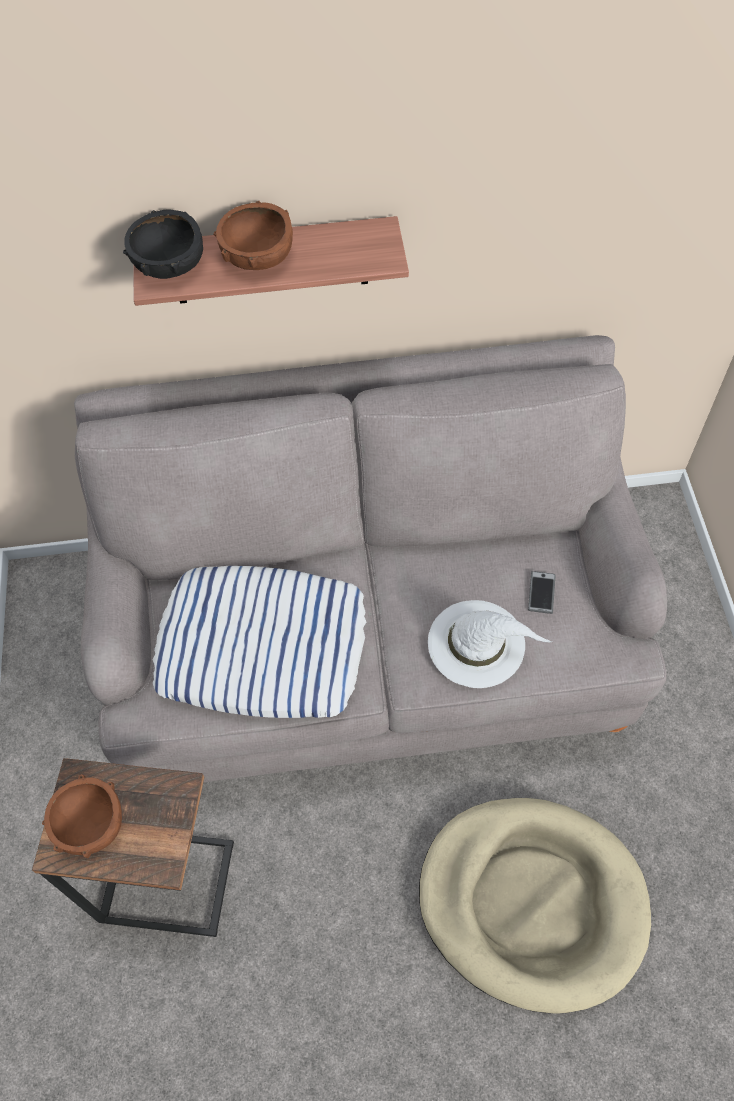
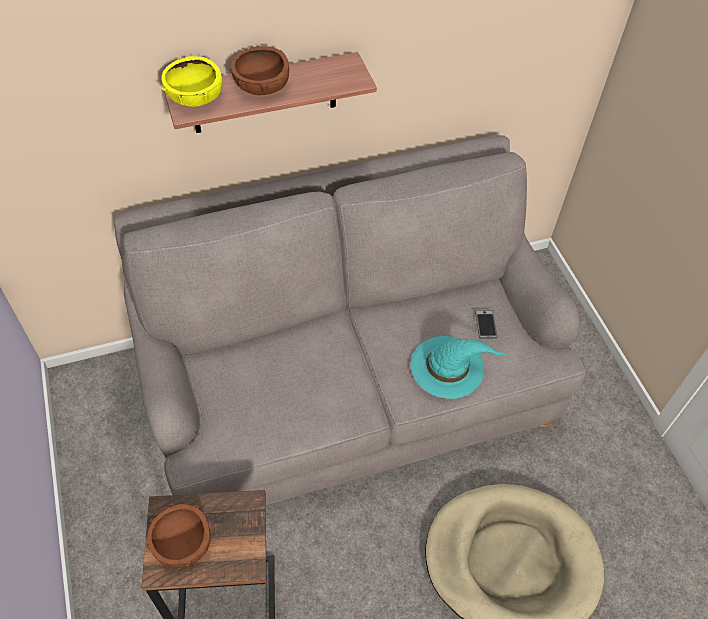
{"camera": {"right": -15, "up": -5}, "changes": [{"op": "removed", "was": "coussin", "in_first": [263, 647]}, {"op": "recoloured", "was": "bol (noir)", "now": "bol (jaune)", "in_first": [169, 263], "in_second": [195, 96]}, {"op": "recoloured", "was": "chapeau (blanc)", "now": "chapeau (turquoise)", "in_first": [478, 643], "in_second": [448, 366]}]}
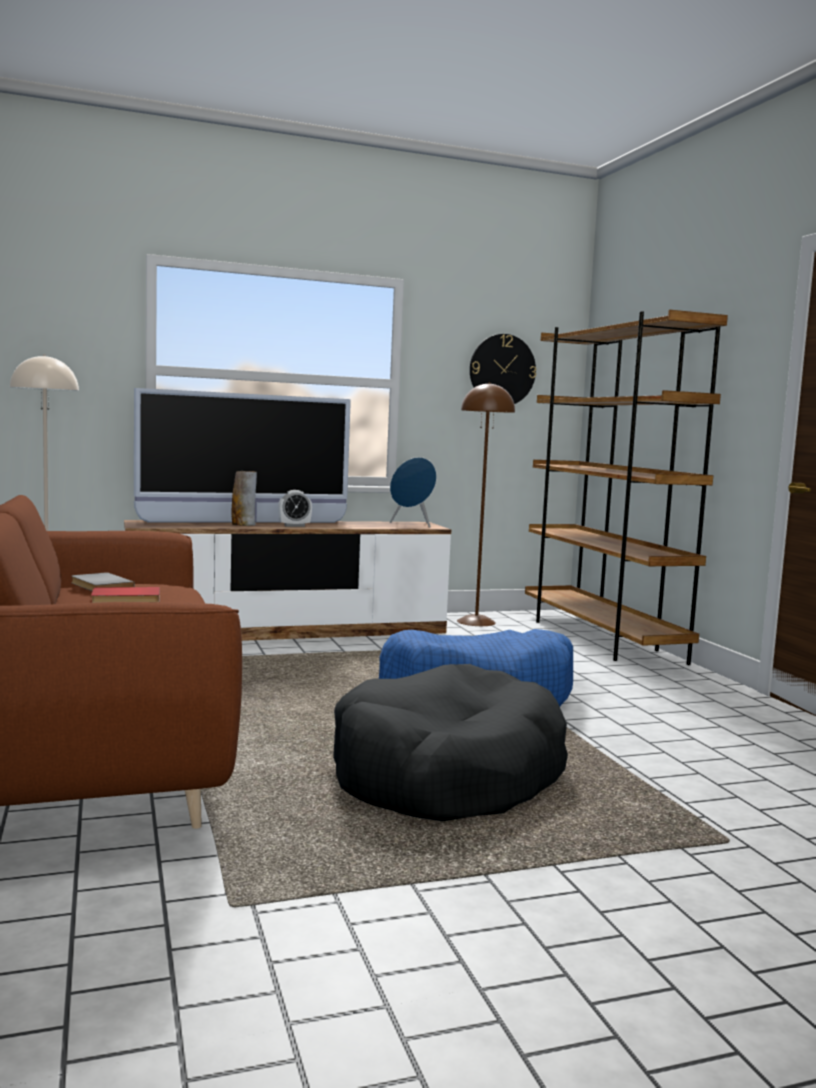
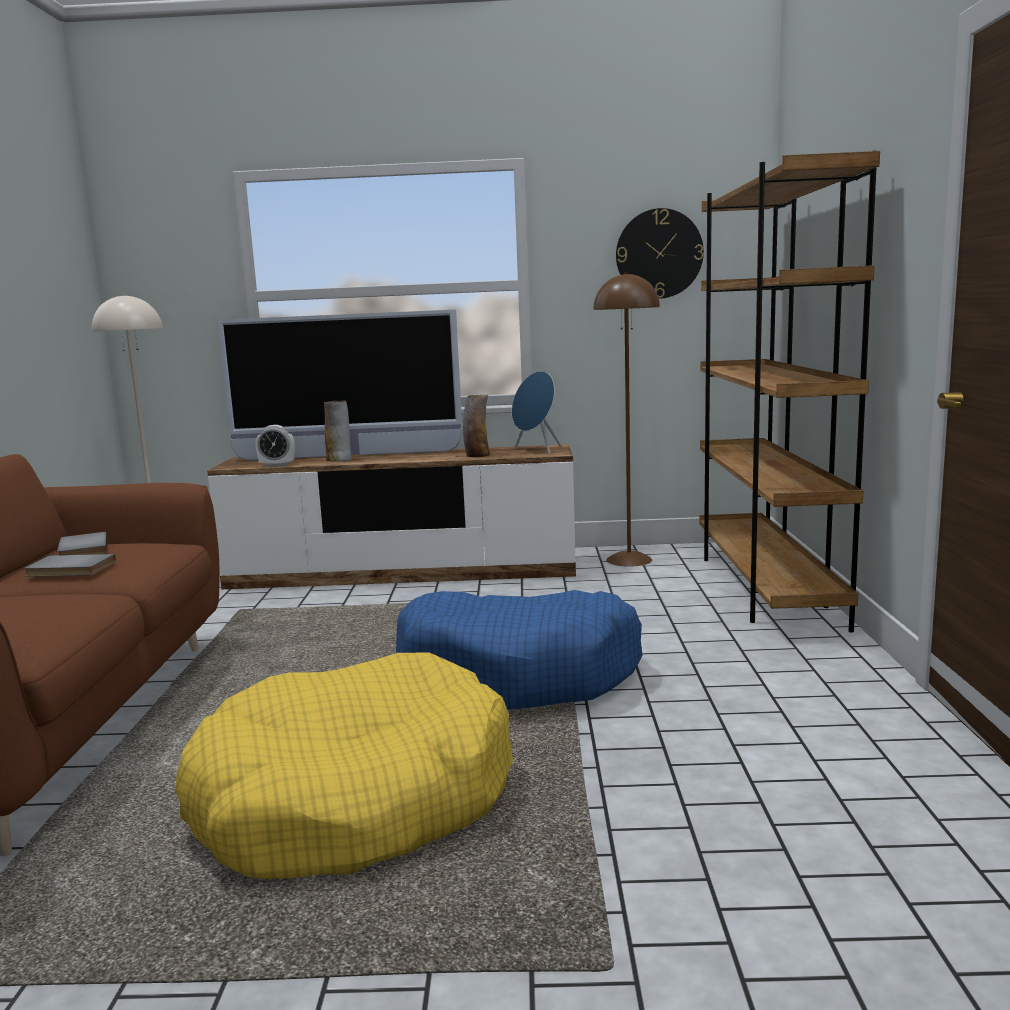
{"camera": {"right": 20, "up": 5}, "changes": [{"op": "added", "now": "vase", "in_second": [477, 455]}, {"op": "moved", "was": "réveil", "in_first": [294, 526], "in_second": [277, 465]}, {"op": "recoloured", "was": "livre (rouge)", "now": "livre (gris)", "in_first": [126, 599], "in_second": [69, 569]}, {"op": "recoloured", "was": "panier pour chien (noir)", "now": "panier pour chien (jaune)", "in_first": [447, 774], "in_second": [354, 799]}]}
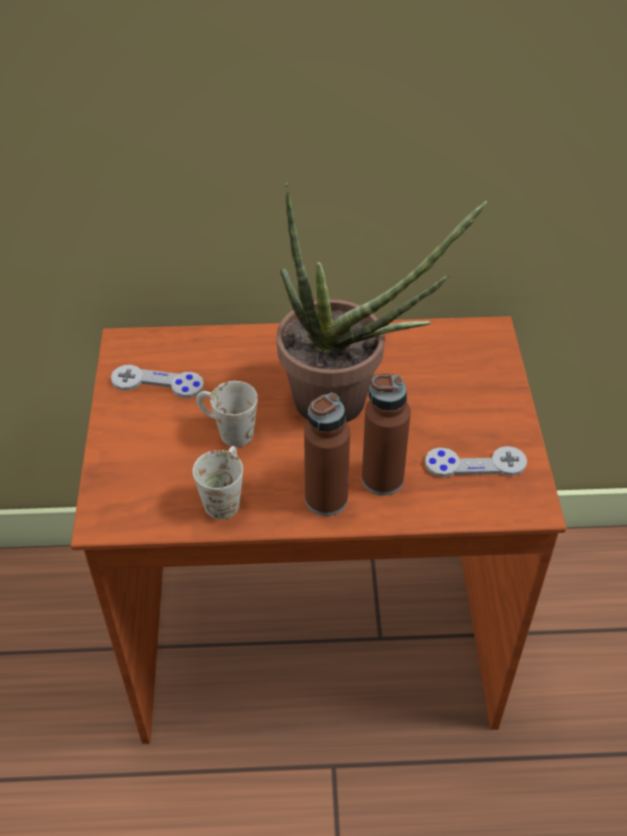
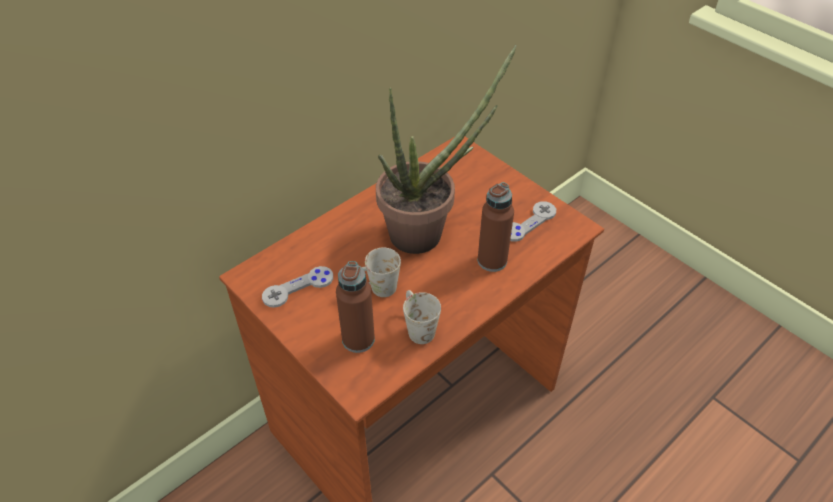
{"camera": {"right": -40, "up": 0}, "changes": [{"op": "moved", "was": "bouteille (marron)", "in_first": [326, 499], "in_second": [358, 339]}]}
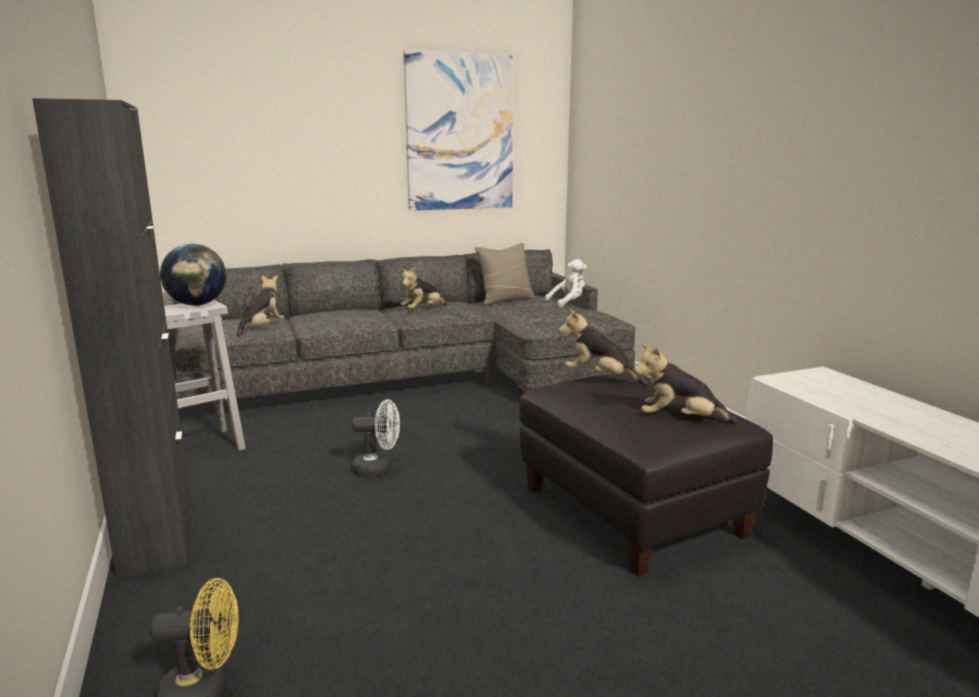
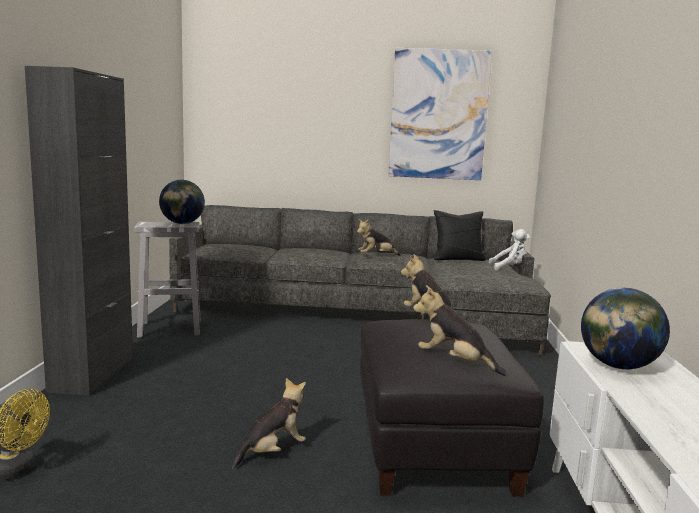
{"camera": {"right": 25, "up": -5}, "changes": [{"op": "removed", "was": "ventilateur (blanc)", "in_first": [378, 469]}, {"op": "added", "now": "globe", "in_second": [618, 366]}, {"op": "moved", "was": "peluche", "in_first": [261, 328], "in_second": [272, 451]}, {"op": "recoloured", "was": "coussin (beige)", "now": "coussin (noir)", "in_first": [505, 300], "in_second": [457, 259]}]}
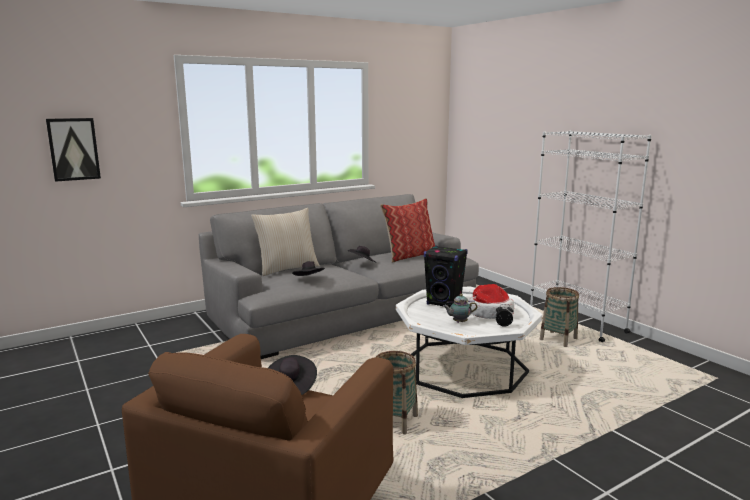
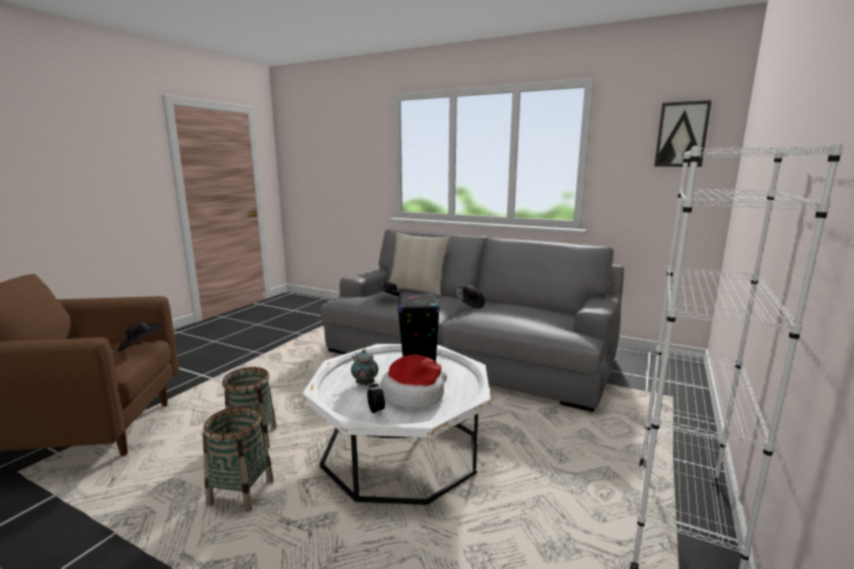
{"camera": {"right": 60, "up": 0}, "changes": [{"op": "removed", "was": "coussin", "in_first": [409, 256]}, {"op": "moved", "was": "tableau", "in_first": [73, 149], "in_second": [681, 134]}, {"op": "moved", "was": "panier", "in_first": [558, 339], "in_second": [241, 493]}]}
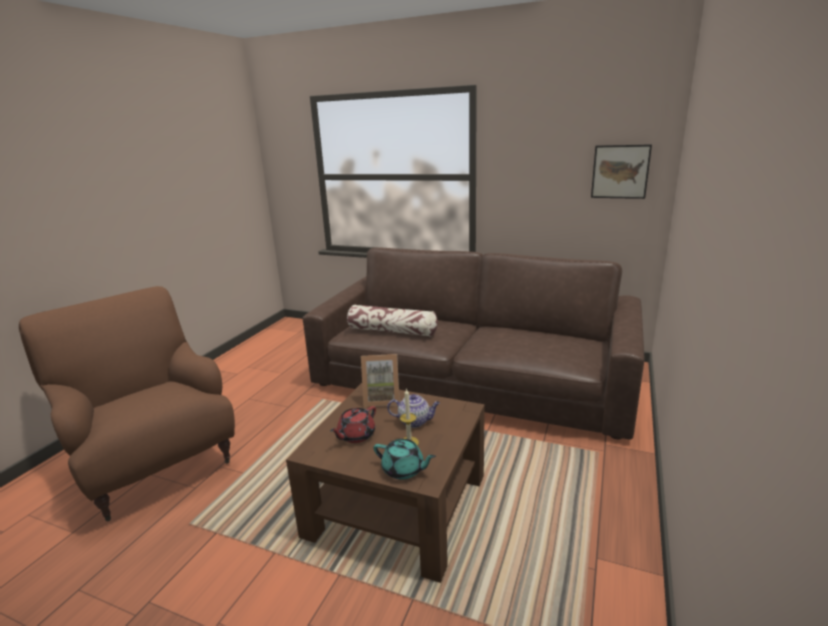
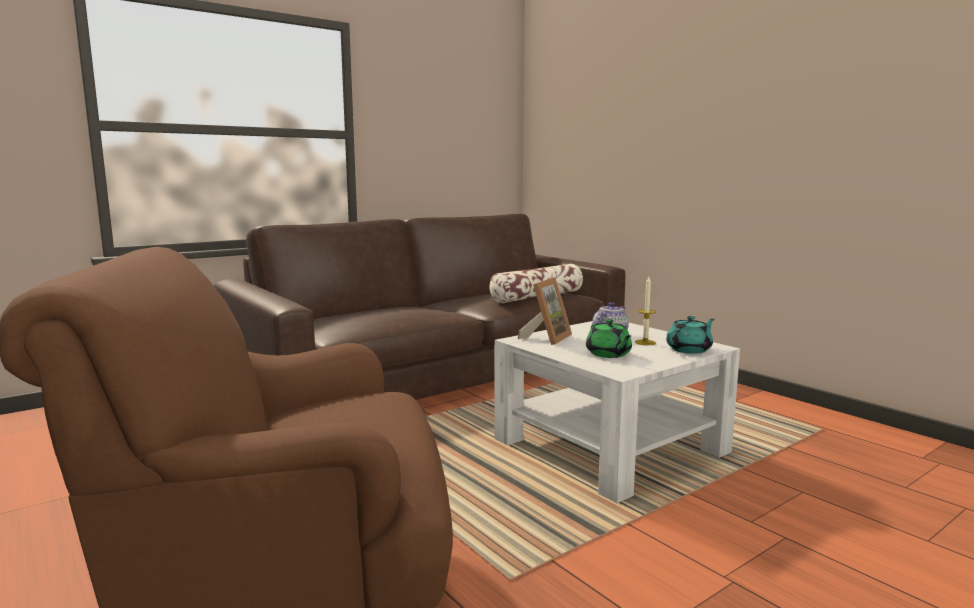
{"camera": {"right": -60, "up": -10}, "changes": [{"op": "removed", "was": "tableau", "in_first": [620, 171]}, {"op": "moved", "was": "coussin", "in_first": [392, 331], "in_second": [537, 296]}, {"op": "recoloured", "was": "table basse (marron)", "now": "table basse (blanc)", "in_first": [397, 505], "in_second": [610, 446]}, {"op": "recoloured", "was": "théière (rouge)", "now": "théière (vert)", "in_first": [355, 435], "in_second": [608, 354]}]}
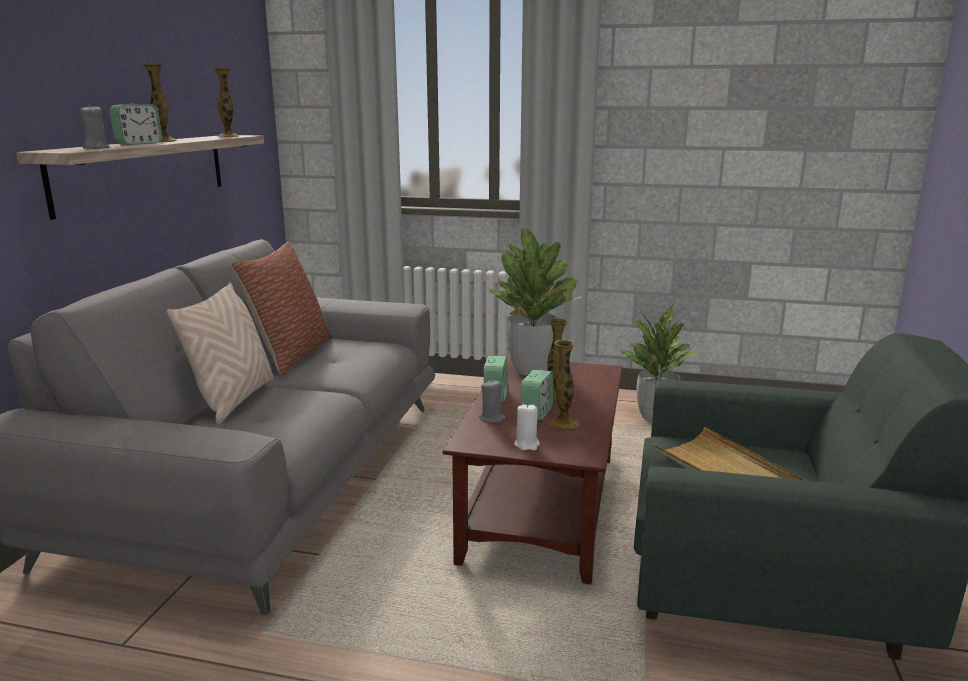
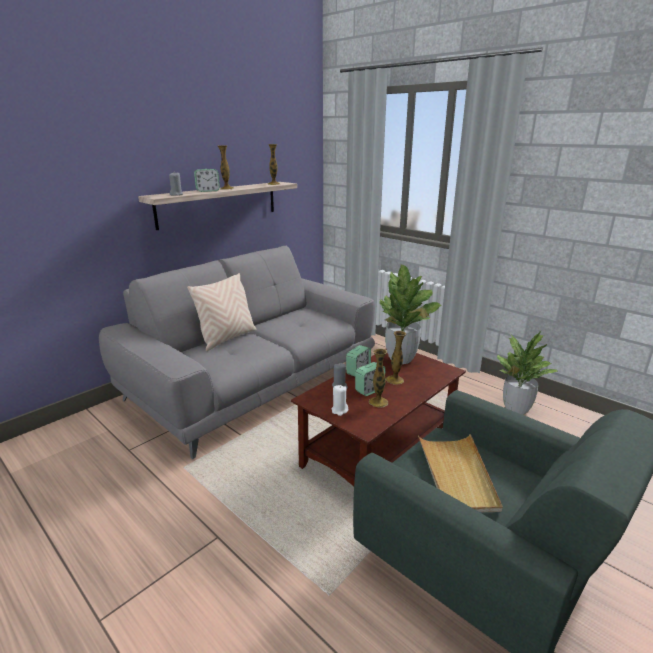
{"camera": {"right": 30, "up": 5}, "changes": [{"op": "removed", "was": "coussin", "in_first": [290, 355]}]}
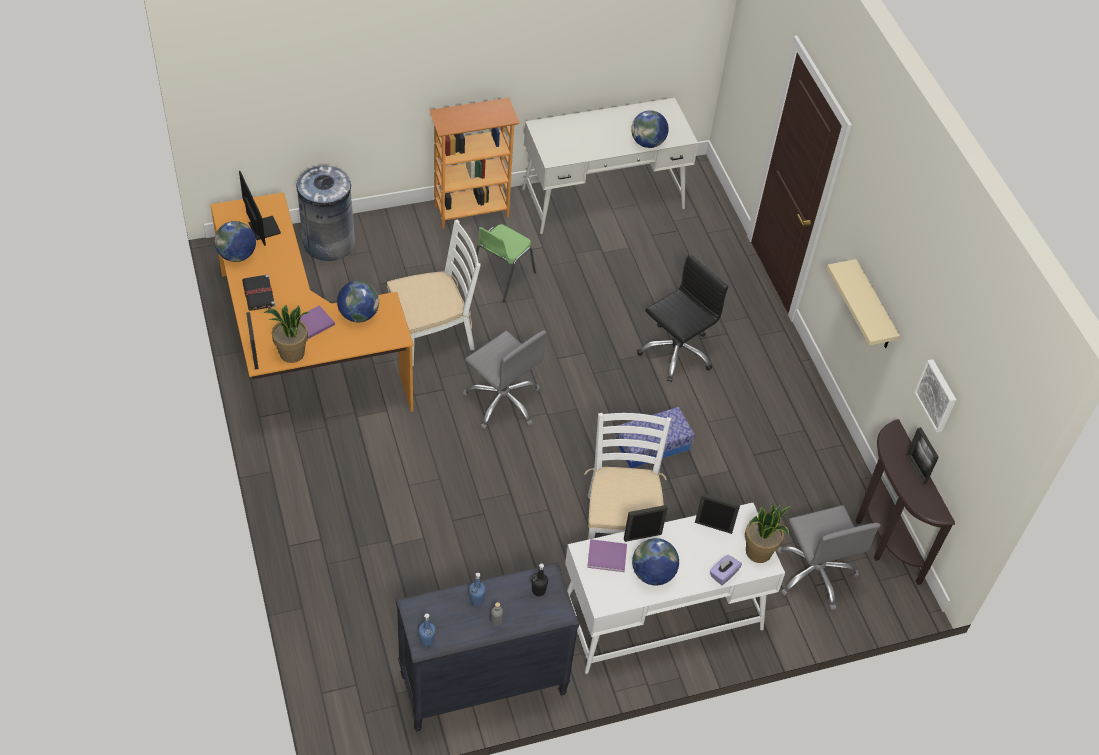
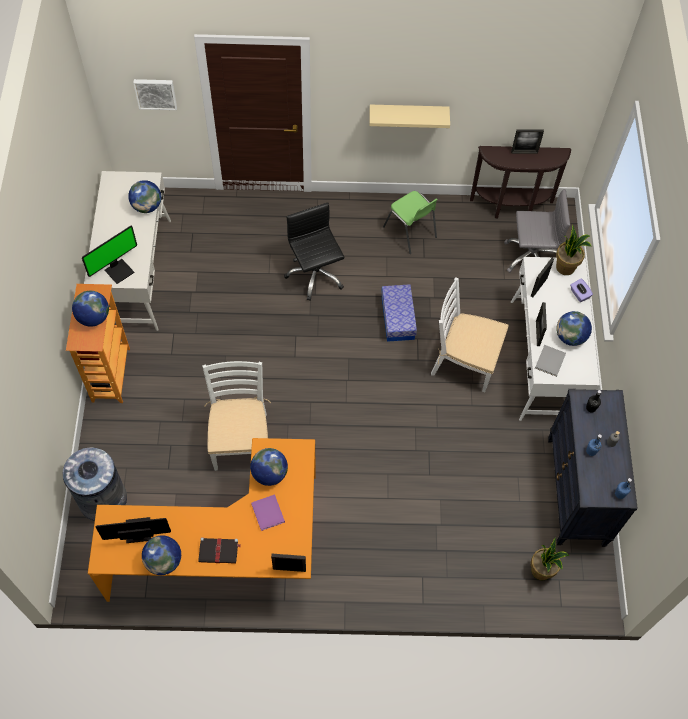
{"camera": {"right": -70, "up": 10}, "changes": [{"op": "removed", "was": "chaise de bureau (gris)", "in_first": [503, 401]}, {"op": "added", "now": "globe", "in_second": [93, 317]}, {"op": "added", "now": "écran d'ordinateur", "in_second": [119, 270]}, {"op": "moved", "was": "plante en pot", "in_first": [292, 354], "in_second": [541, 570]}, {"op": "moved", "was": "chaise (vert)", "in_first": [501, 278], "in_second": [410, 232]}, {"op": "moved", "was": "tableau", "in_first": [937, 395], "in_second": [155, 93]}, {"op": "recoloured", "was": "livre (violet)", "now": "livre (gris)", "in_first": [608, 557], "in_second": [550, 360]}]}
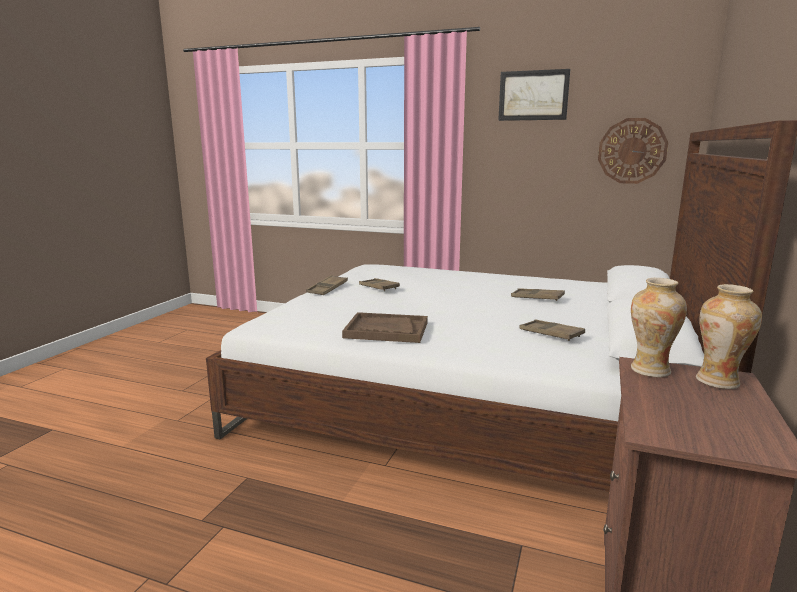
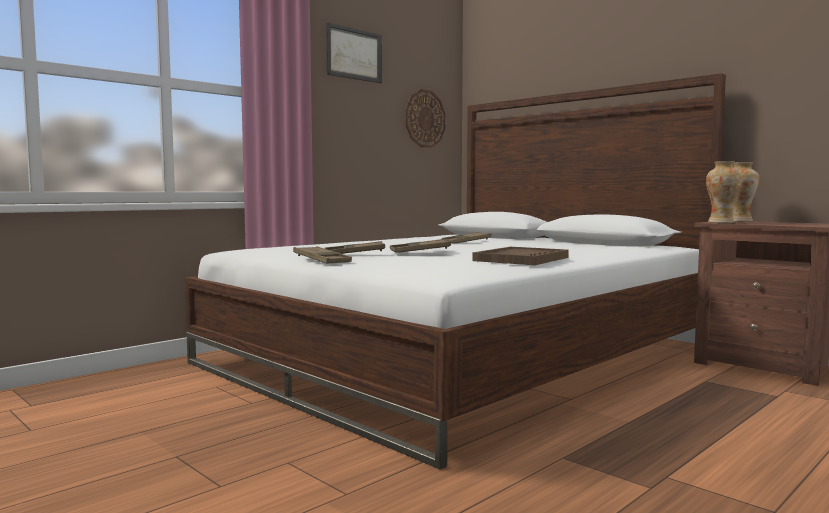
{"camera": {"right": -65, "up": -10}, "changes": [{"op": "moved", "was": "plateau (marron)", "in_first": [551, 334], "in_second": [420, 251]}]}
